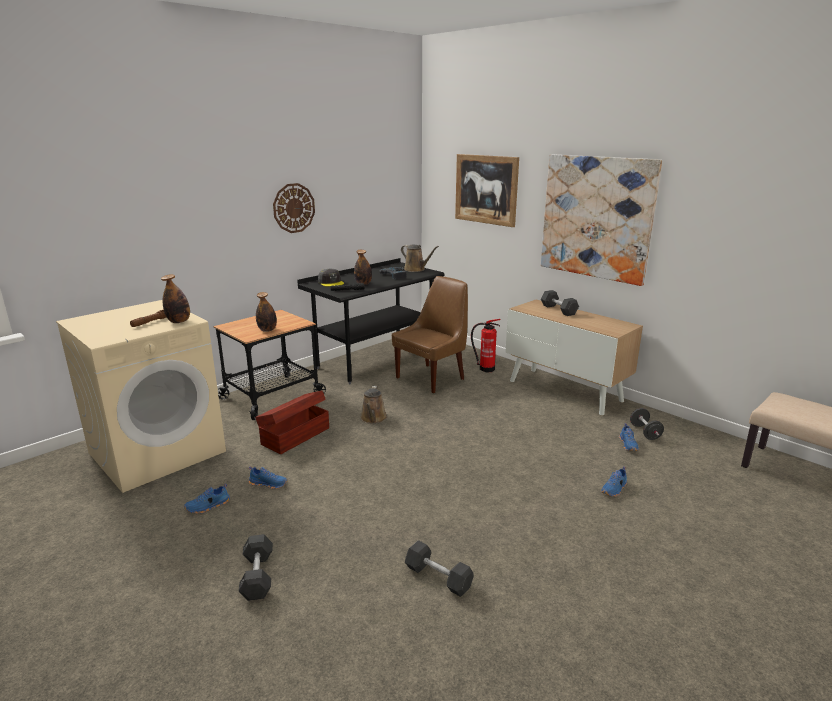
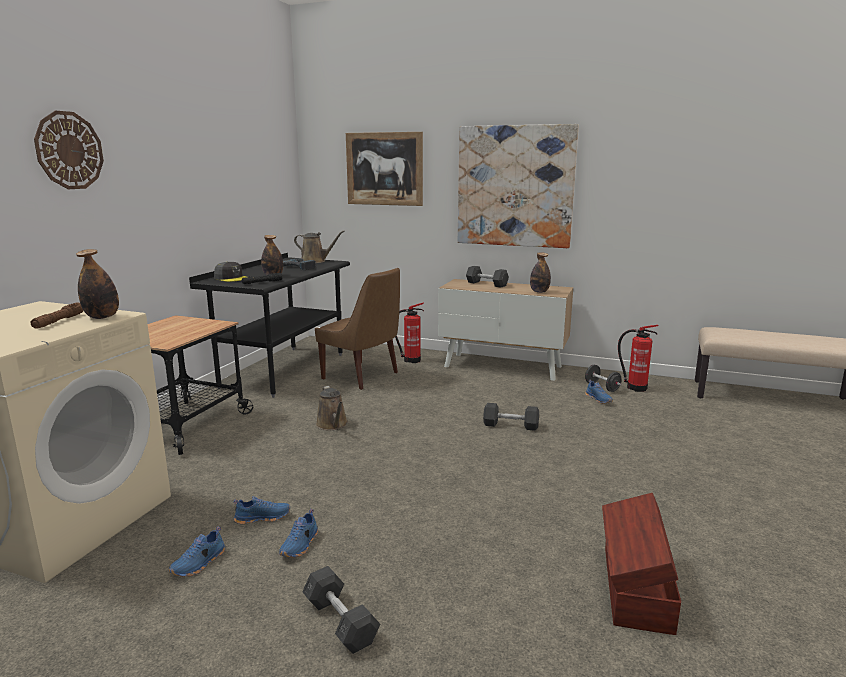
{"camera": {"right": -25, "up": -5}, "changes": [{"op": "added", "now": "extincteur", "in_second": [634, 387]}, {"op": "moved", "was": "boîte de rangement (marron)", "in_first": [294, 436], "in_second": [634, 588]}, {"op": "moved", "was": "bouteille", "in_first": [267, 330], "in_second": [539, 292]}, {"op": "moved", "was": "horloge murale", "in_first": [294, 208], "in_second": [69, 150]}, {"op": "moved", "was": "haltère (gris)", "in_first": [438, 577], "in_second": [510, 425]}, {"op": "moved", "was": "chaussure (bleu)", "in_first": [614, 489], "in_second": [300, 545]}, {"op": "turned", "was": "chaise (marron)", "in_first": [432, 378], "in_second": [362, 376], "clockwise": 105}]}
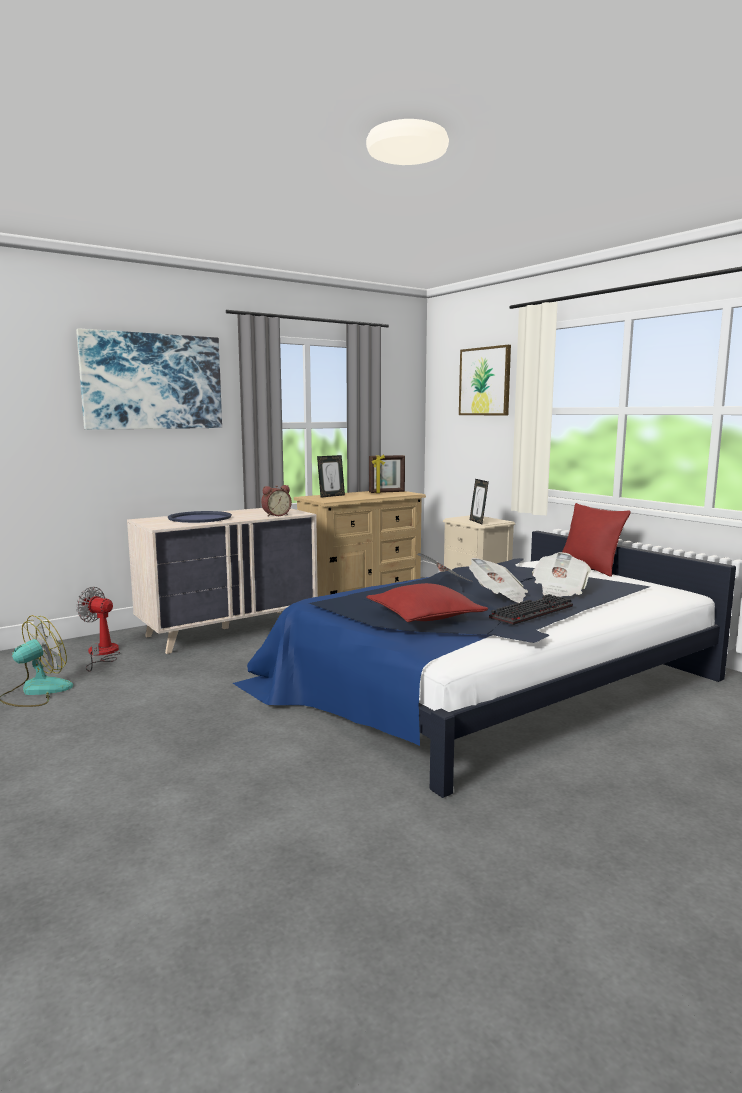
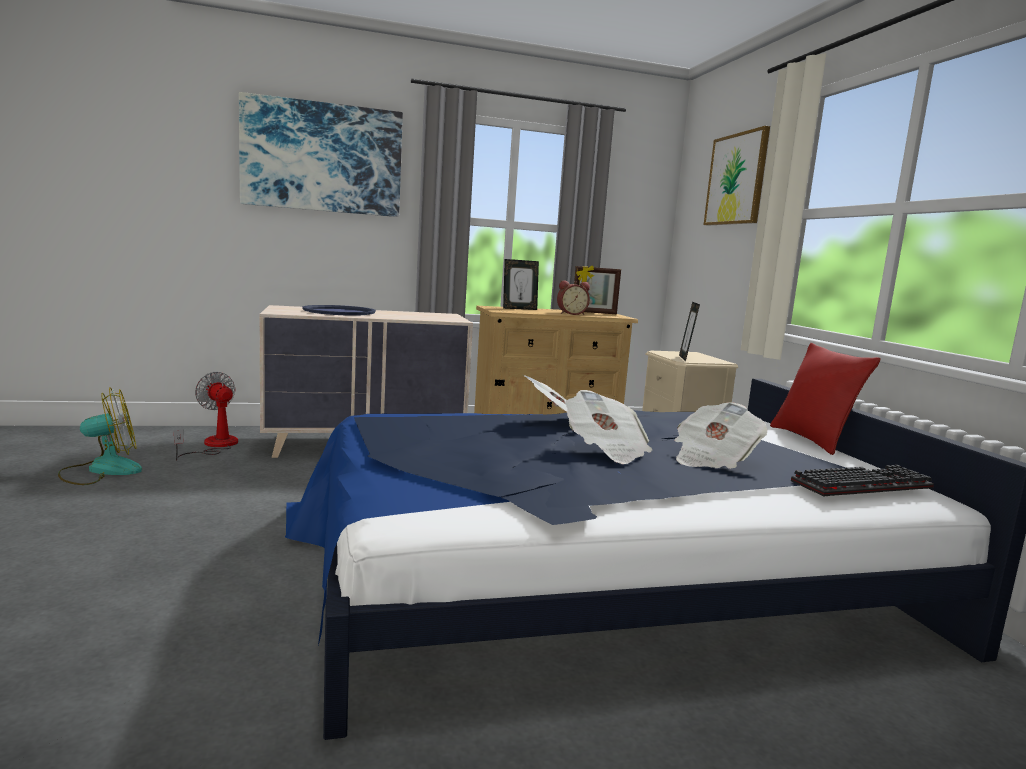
{"camera": {"right": 20, "up": 0}, "changes": [{"op": "removed", "was": "coussin (rouge)", "in_first": [425, 616]}, {"op": "moved", "was": "réveil", "in_first": [276, 515], "in_second": [571, 314]}, {"op": "moved", "was": "clavier", "in_first": [531, 611], "in_second": [861, 484]}]}
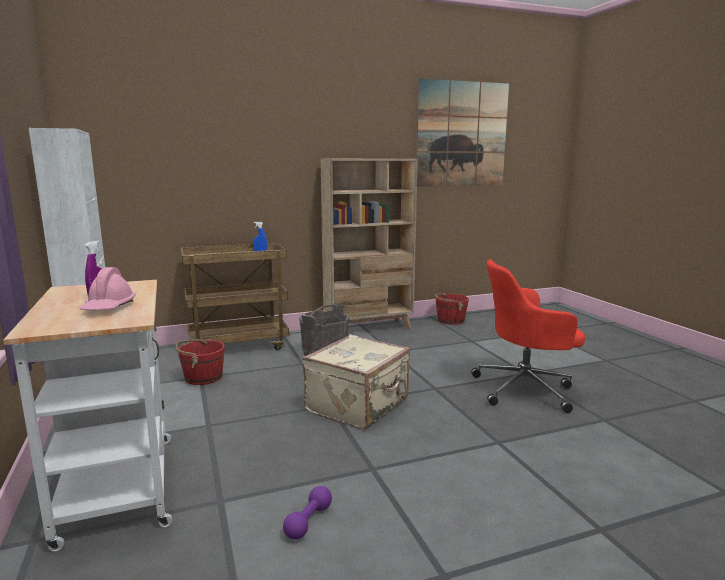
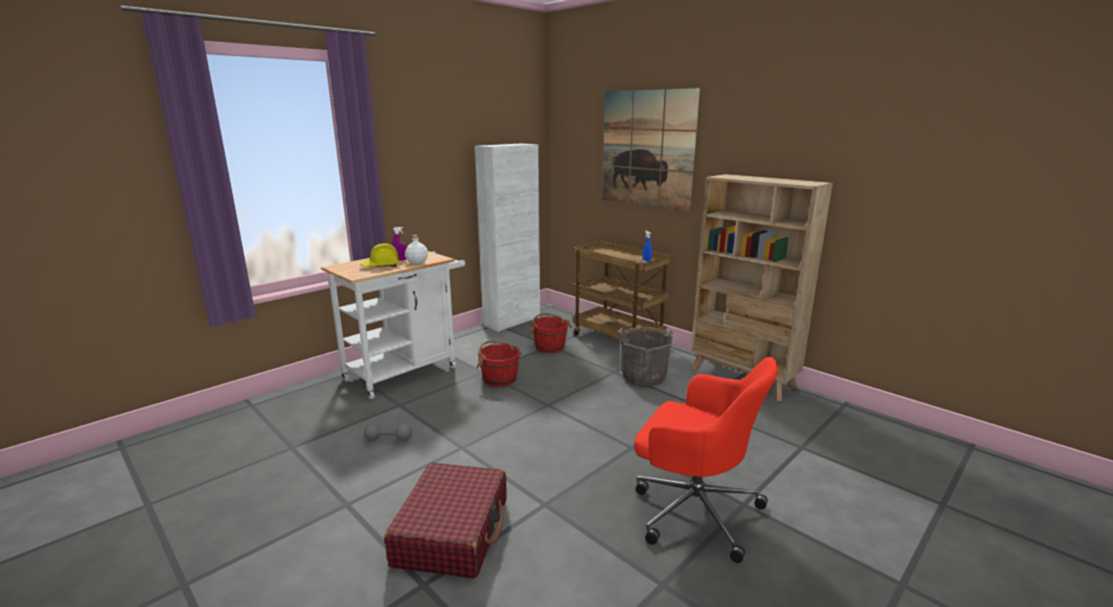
{"camera": {"right": 65, "up": 5}, "changes": [{"op": "removed", "was": "valise (beige)", "in_first": [359, 406]}, {"op": "added", "now": "valise (rouge)", "in_second": [453, 532]}, {"op": "added", "now": "bouteille (blanc)", "in_second": [417, 263]}, {"op": "moved", "was": "tableau", "in_first": [462, 134], "in_second": [647, 149]}, {"op": "moved", "was": "seau (rouge)", "in_first": [450, 320], "in_second": [499, 378]}, {"op": "recoloured", "was": "casque de chantier (rose)", "now": "casque de chantier (jaune)", "in_first": [109, 307], "in_second": [381, 266]}, {"op": "recoloured", "was": "haltère (violet)", "now": "haltère (gris)", "in_first": [308, 521], "in_second": [388, 439]}, {"op": "turned", "was": "chaise de bureau (rouge)", "in_first": [525, 389], "in_second": [693, 509], "clockwise": 150}]}
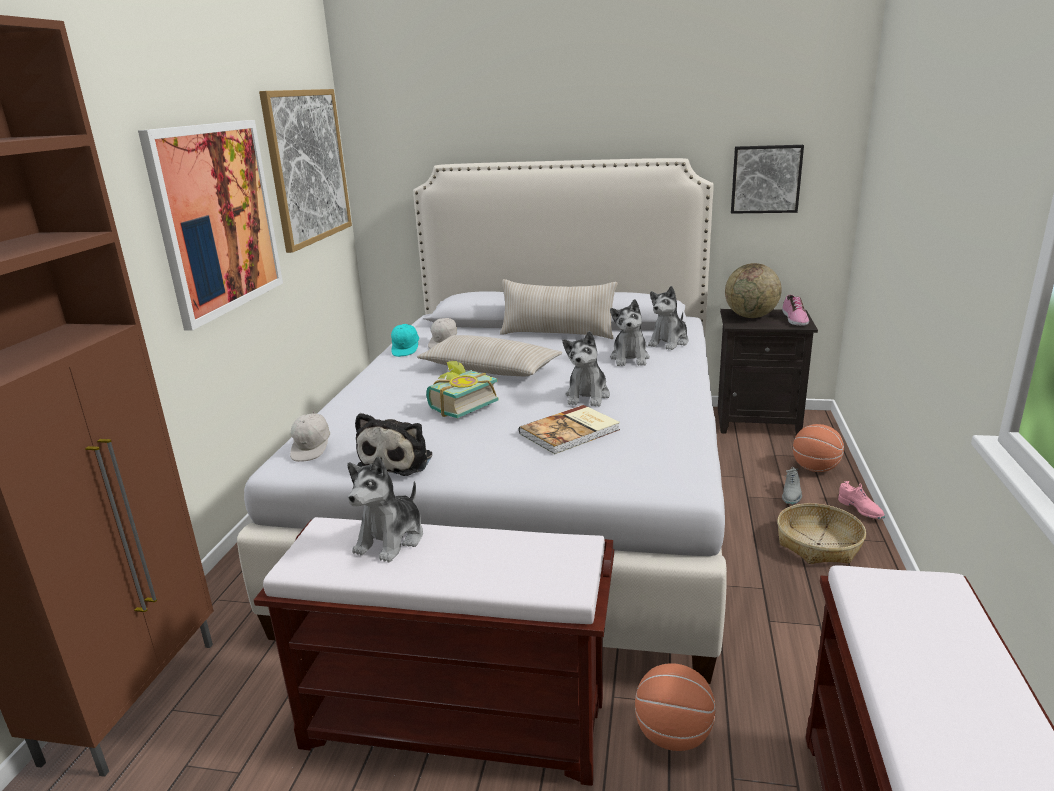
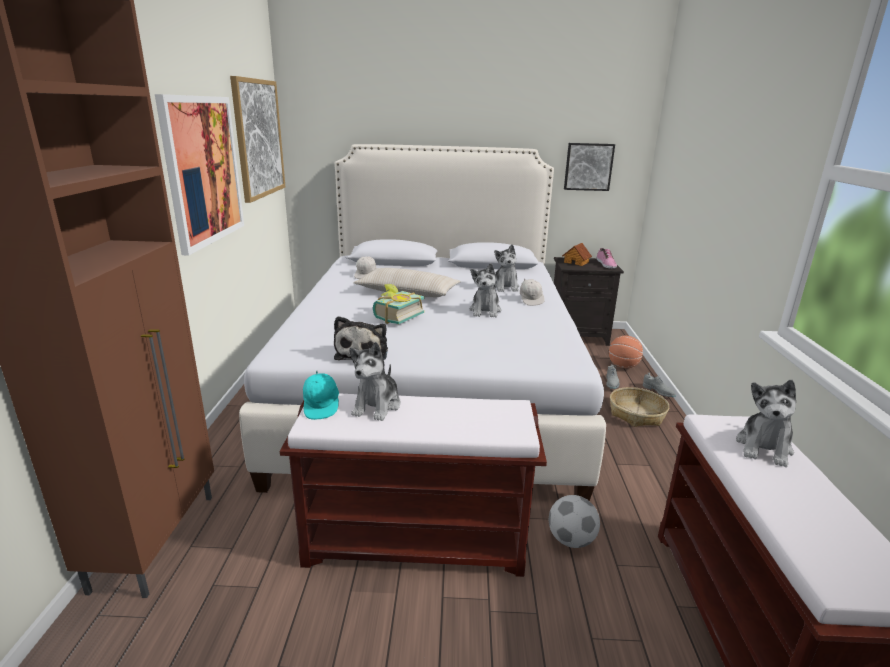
{"camera": {"right": -10, "up": 0}, "changes": [{"op": "removed", "was": "coussin (beige)", "in_first": [557, 334]}, {"op": "removed", "was": "livre", "in_first": [571, 432]}, {"op": "moved", "was": "casquette (blanc)", "in_first": [312, 449], "in_second": [531, 300]}, {"op": "moved", "was": "casquette (turquoise)", "in_first": [406, 350], "in_second": [321, 406]}, {"op": "moved", "was": "peluche", "in_first": [669, 342], "in_second": [764, 447]}, {"op": "replaced", "was": "ballon de basket", "now": "ballon de foot", "in_first": [673, 735], "in_second": [571, 540]}, {"op": "replaced", "was": "globe", "now": "maison miniature", "in_first": [751, 316], "in_second": [576, 262]}, {"op": "recoloured", "was": "chaussure (rose)", "now": "chaussure (gris)", "in_first": [860, 510], "in_second": [658, 392]}]}
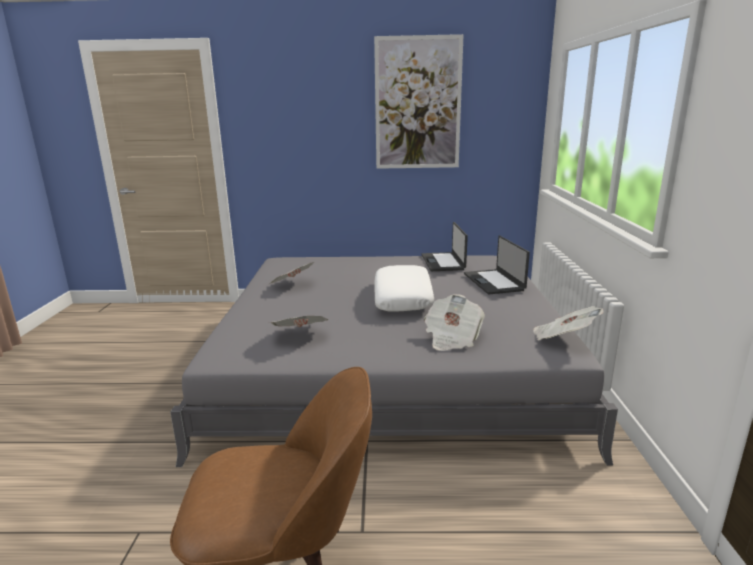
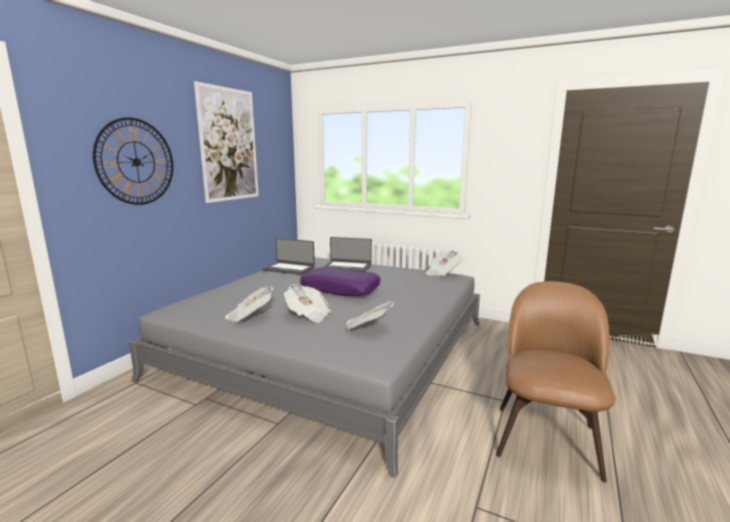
{"camera": {"right": -65, "up": -5}, "changes": [{"op": "added", "now": "horloge murale", "in_second": [136, 162]}, {"op": "moved", "was": "journal", "in_first": [452, 338], "in_second": [308, 314]}, {"op": "recoloured", "was": "coussin (blanc)", "now": "coussin (violet)", "in_first": [403, 298], "in_second": [340, 289]}]}
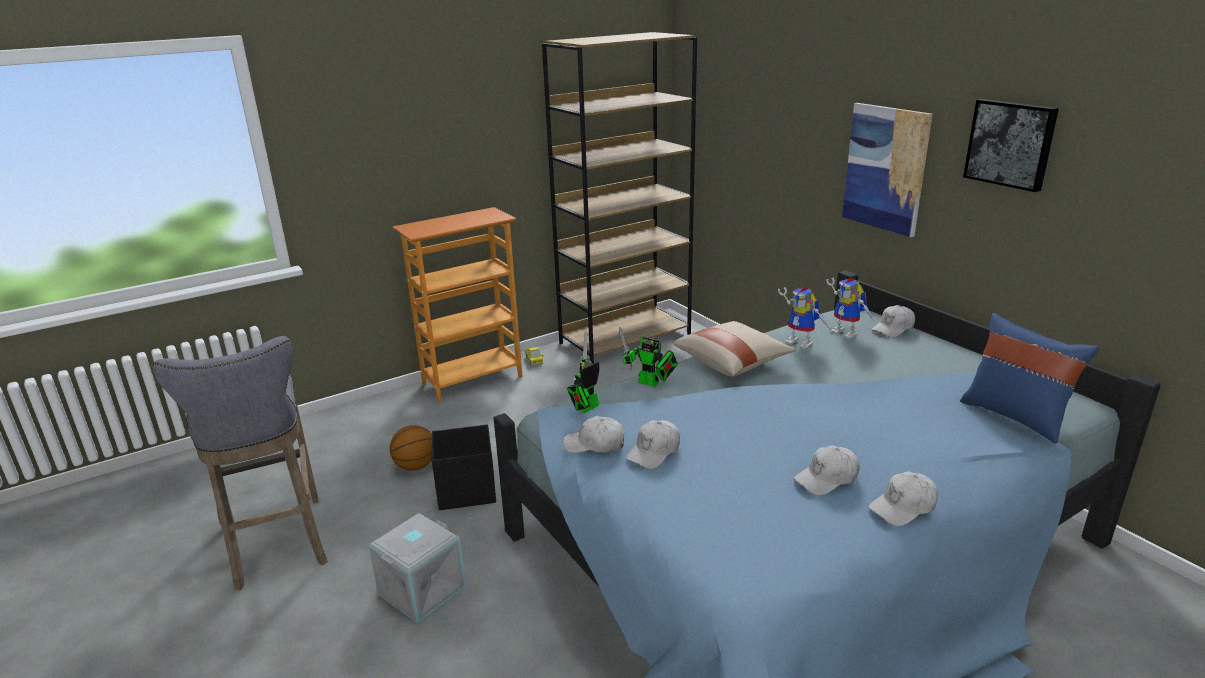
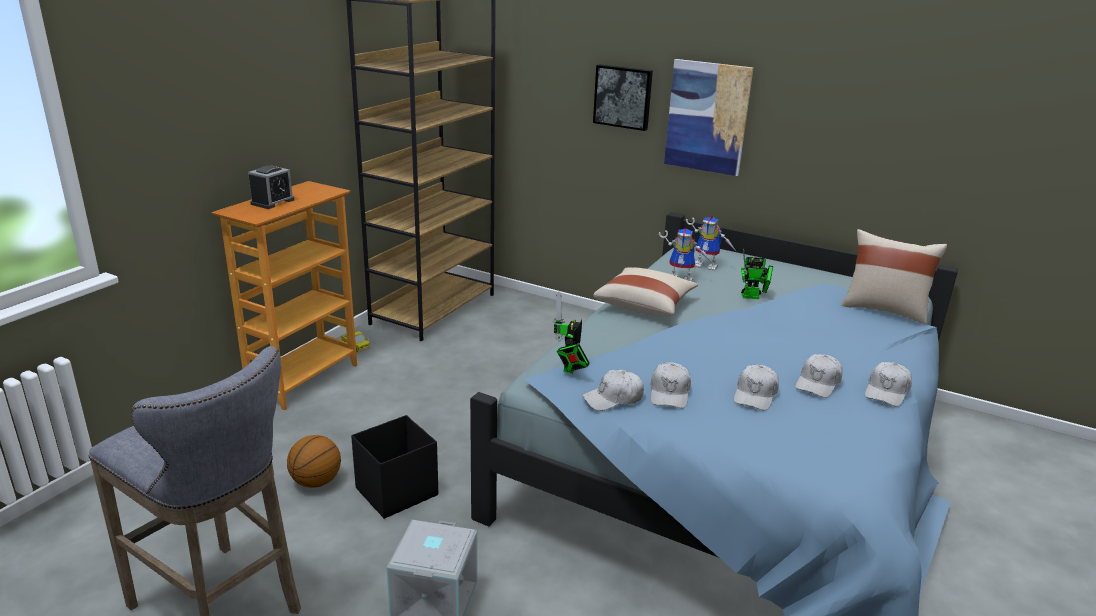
{"camera": {"right": -30, "up": 0}, "changes": [{"op": "added", "now": "réveil", "in_second": [272, 202]}, {"op": "moved", "was": "robot jouet", "in_first": [651, 383], "in_second": [753, 297]}, {"op": "moved", "was": "casquette (blanc)", "in_first": [893, 328], "in_second": [755, 395]}, {"op": "moved", "was": "tableau", "in_first": [1011, 144], "in_second": [623, 96]}, {"op": "recoloured", "was": "coussin (bleu)", "now": "coussin (beige)", "in_first": [1015, 416], "in_second": [884, 310]}]}
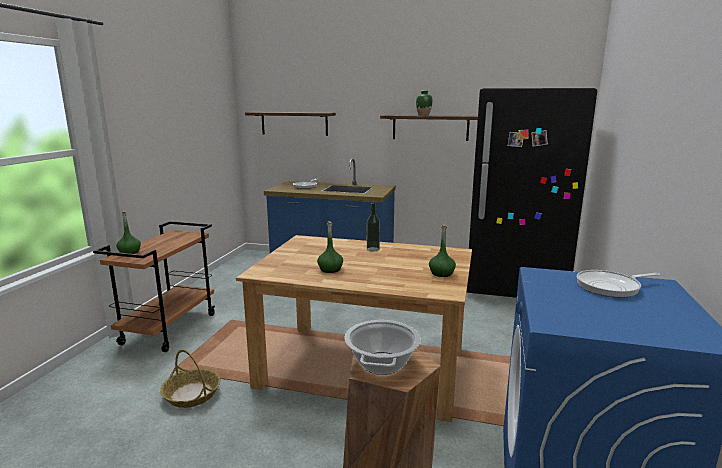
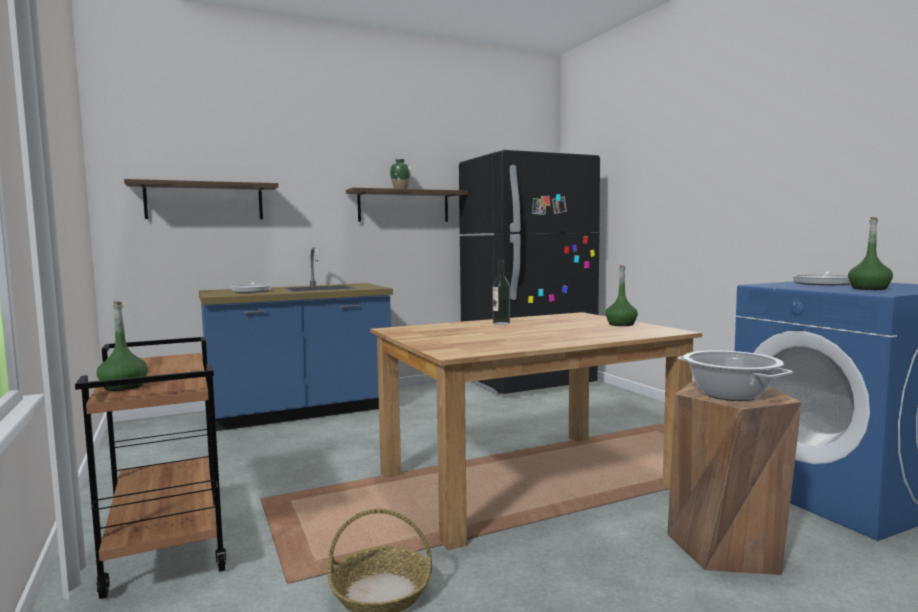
{"camera": {"right": -40, "up": -10}, "changes": [{"op": "moved", "was": "bouteille (vert)", "in_first": [330, 269], "in_second": [869, 289]}]}
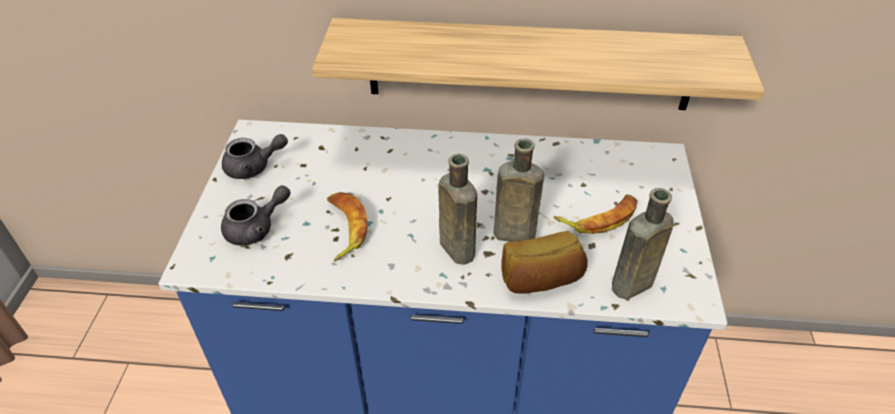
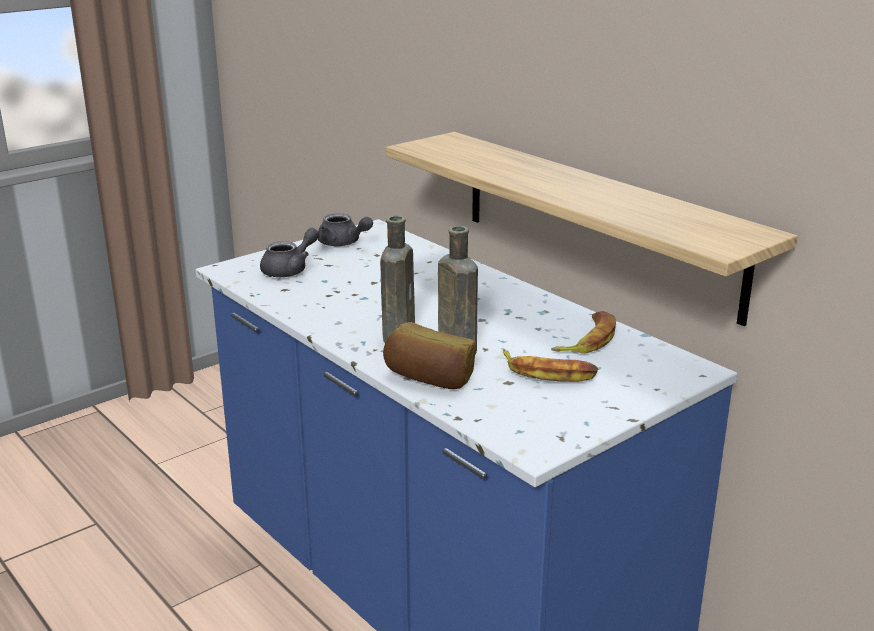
{"camera": {"right": 45, "up": -20}, "changes": [{"op": "removed", "was": "bouteille (marron)", "in_first": [629, 286]}, {"op": "moved", "was": "banane", "in_first": [344, 228], "in_second": [586, 340]}, {"op": "turned", "was": "théière (gris)", "in_first": [256, 228], "in_second": [290, 270], "clockwise": -60}]}
